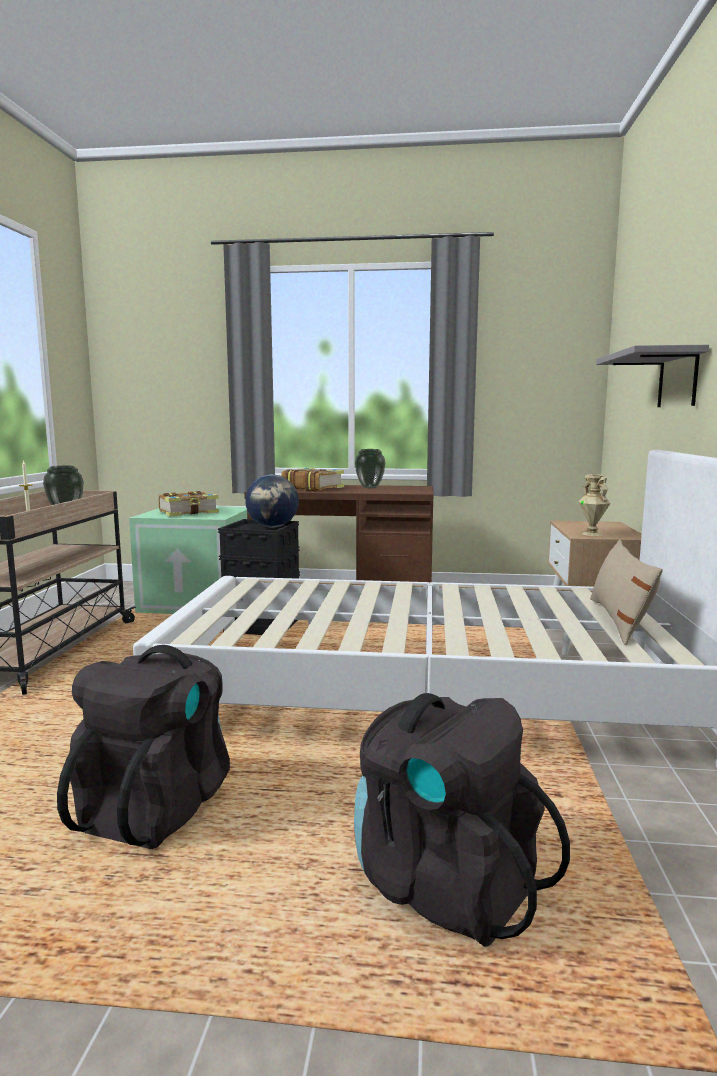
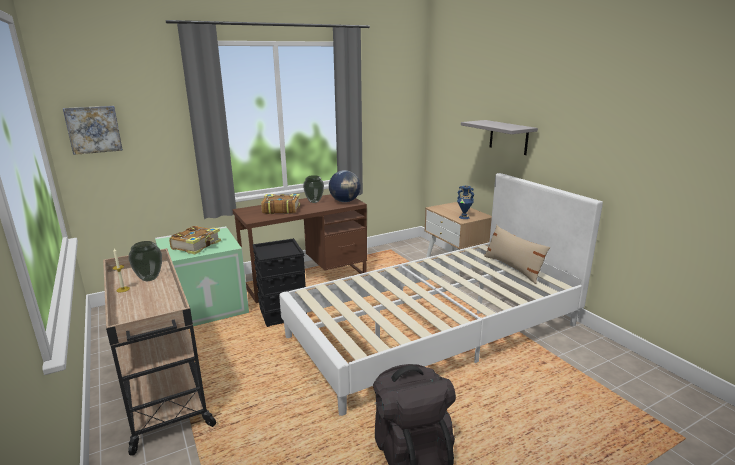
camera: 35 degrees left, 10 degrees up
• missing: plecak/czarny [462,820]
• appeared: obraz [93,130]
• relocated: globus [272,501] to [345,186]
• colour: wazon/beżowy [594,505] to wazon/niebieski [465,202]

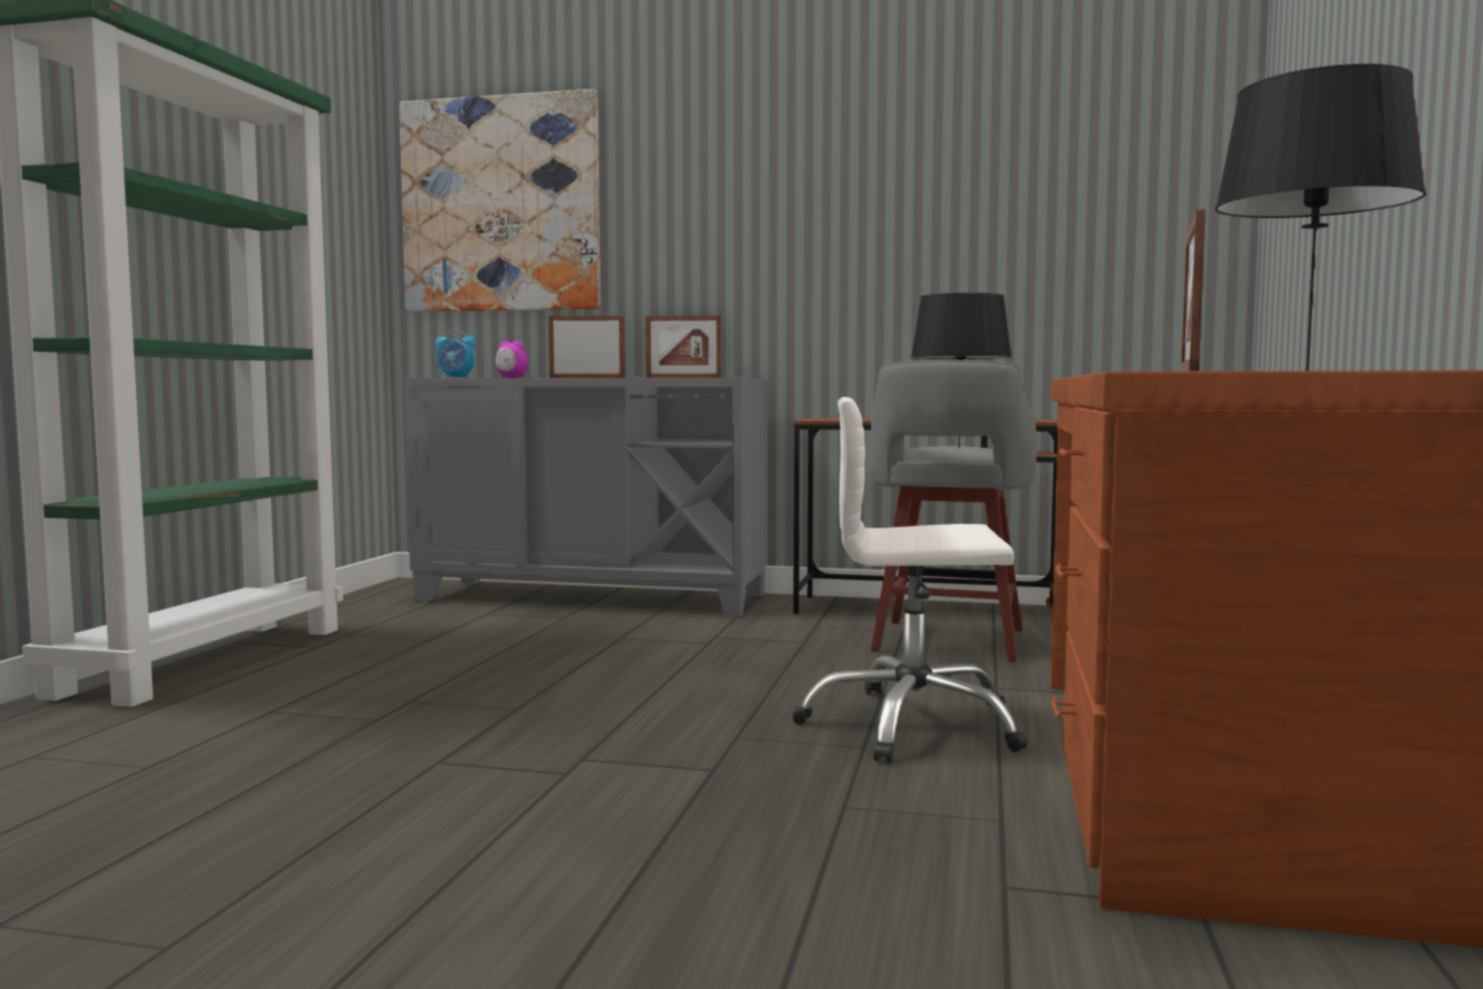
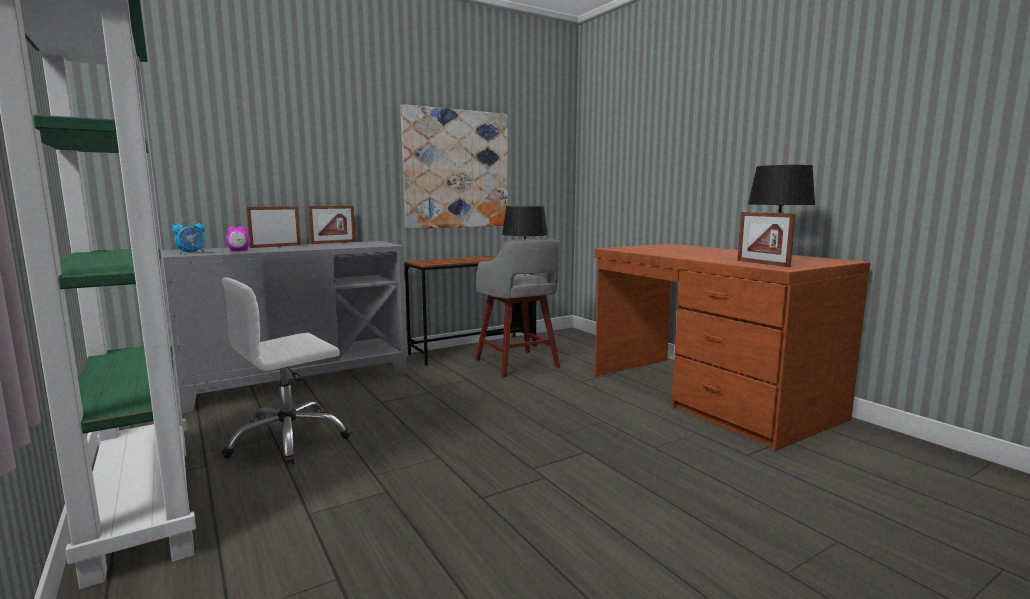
camera: 45 degrees left, 5 degrees up
• relocated: obraz [500,200] to [454,166]
• relocated: krzesło biurowe/biały [910,580] to [286,372]

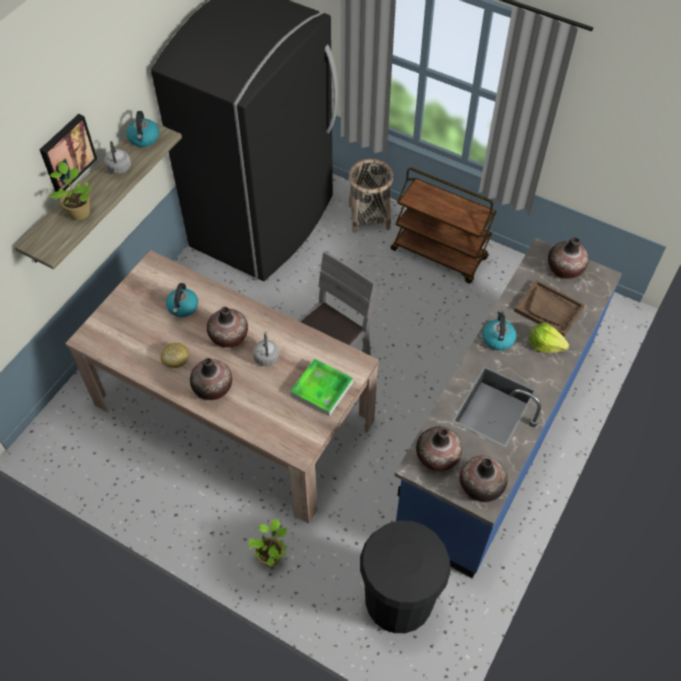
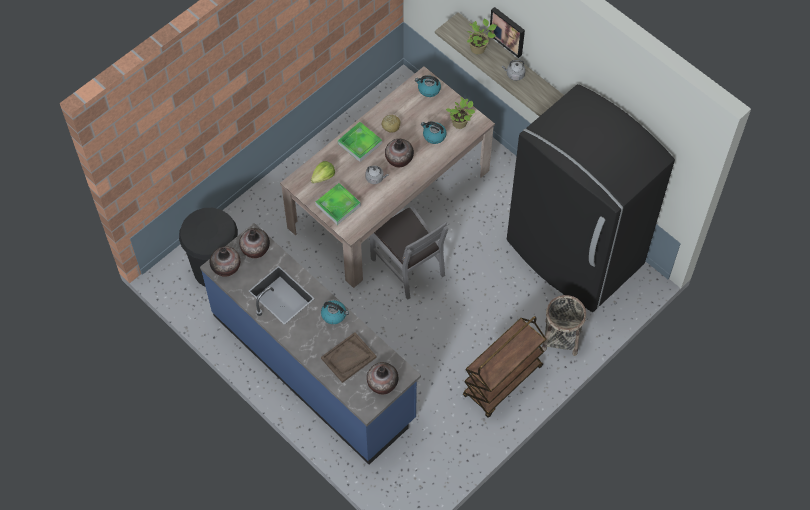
camera: 105 degrees right, 5 degrees up
• relocated: czajnik [142,129] to [428,86]
• relocated: roślina doniczkowa [267,542] to [460,113]
• relocated: sałata [549,338] to [323,172]
• exchanged: wazon [211,379] to taca [360,142]

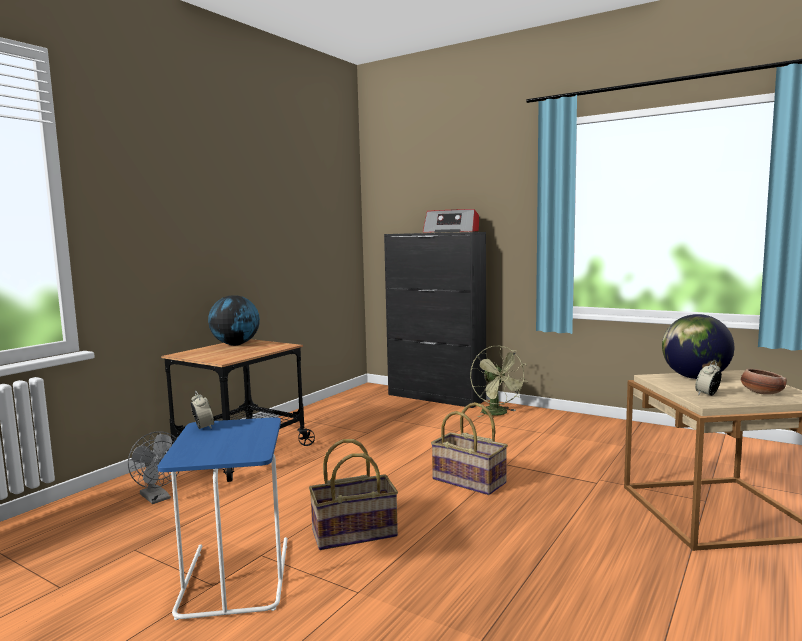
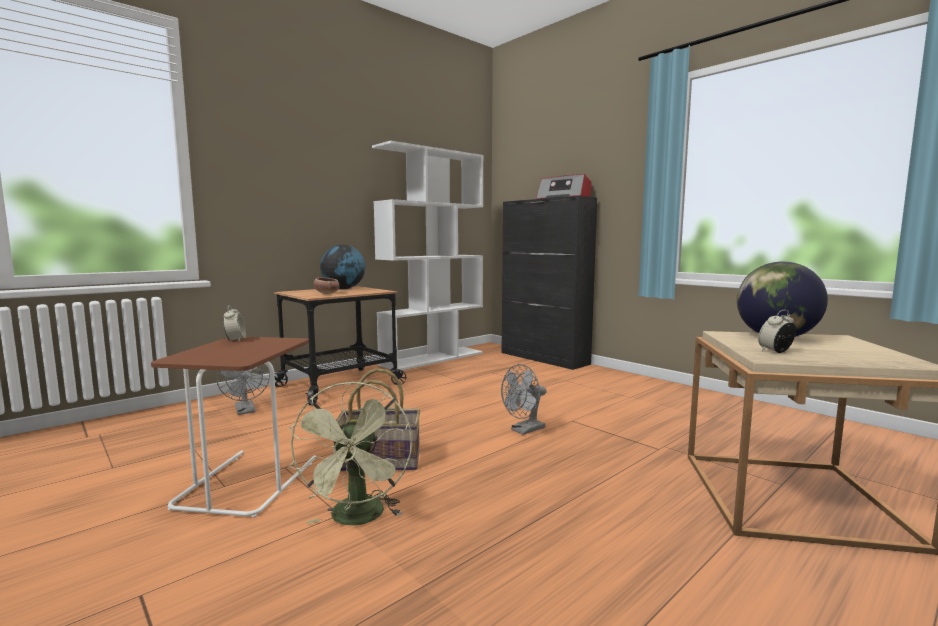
camera: 15 degrees right, 0 degrees up
• appeared: regał/biały [428,255]
• relocated: wentylator/zielony [498,381] to [349,453]
• relocated: miska [764,382] to [326,285]
• exchanged: koszyk [469,448] to wentylator/szary [524,399]
• colour: stolik/niebieski [223,518] to stolik/brązowy [233,427]

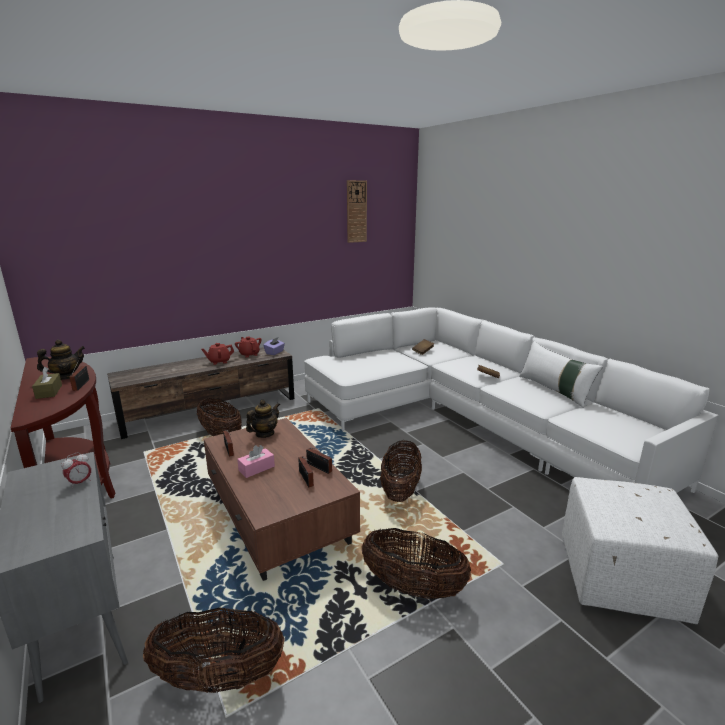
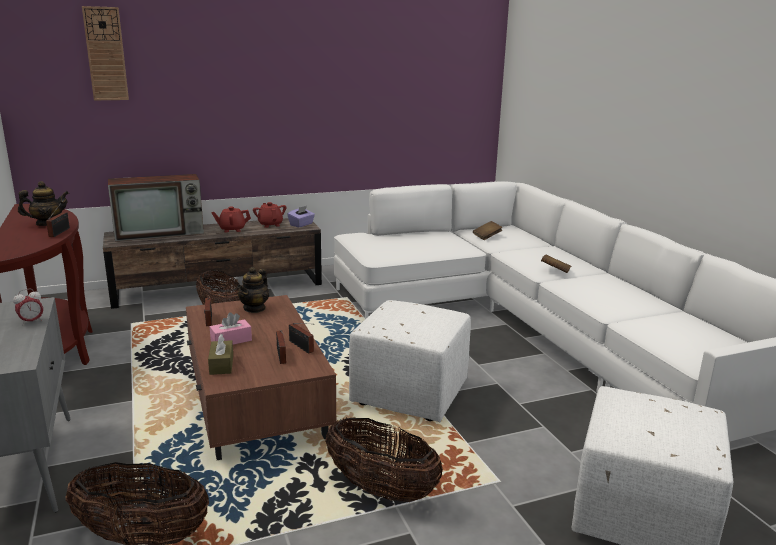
camera: 10 degrees right, 0 degrees up
• missing: poduszka/biały [561,374]
• appeared: telewizor [156,207]
• relocated: pudełko chusteczek/brązowy [47,383] to [220,354]
• relocated: zegar ścienny [357,211] to [105,53]
• exchanged: koszyk [401,471] to pufa/biały [410,361]
• spun: imbryk [263,419] = [253,290] 150 degrees clockwise

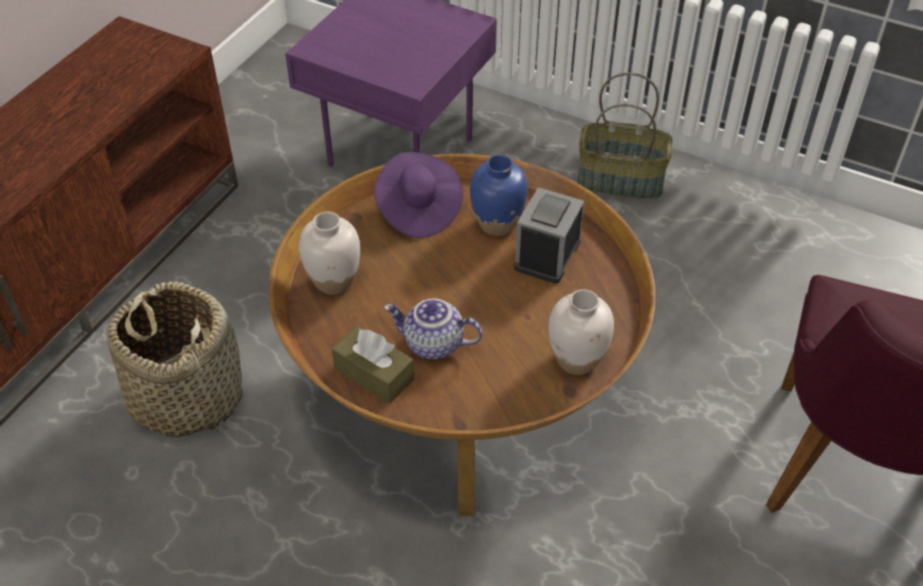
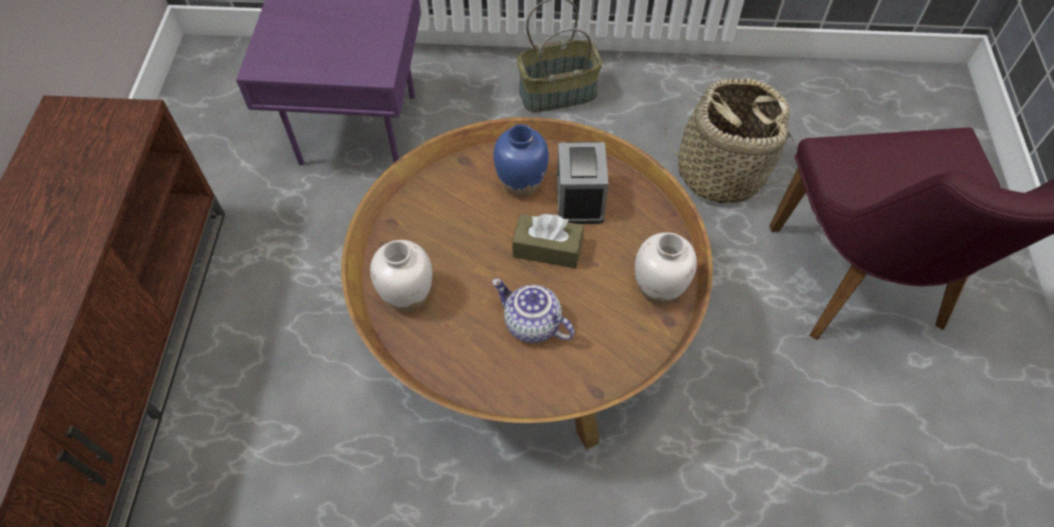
camera: 25 degrees left, 10 degrees up
• missing: kapelusz/fioletowy [418,195]
• relocated: koszyk [175,359] to [729,141]
• relocated: pudełko chusteczek/brązowy [373,365] to [548,241]
• spun: imbryk [433,329] = [533,311] 45 degrees clockwise

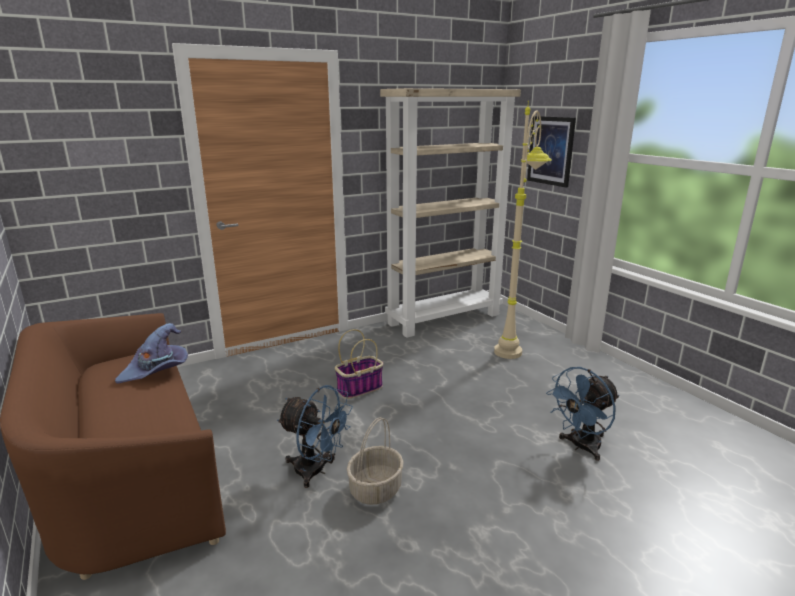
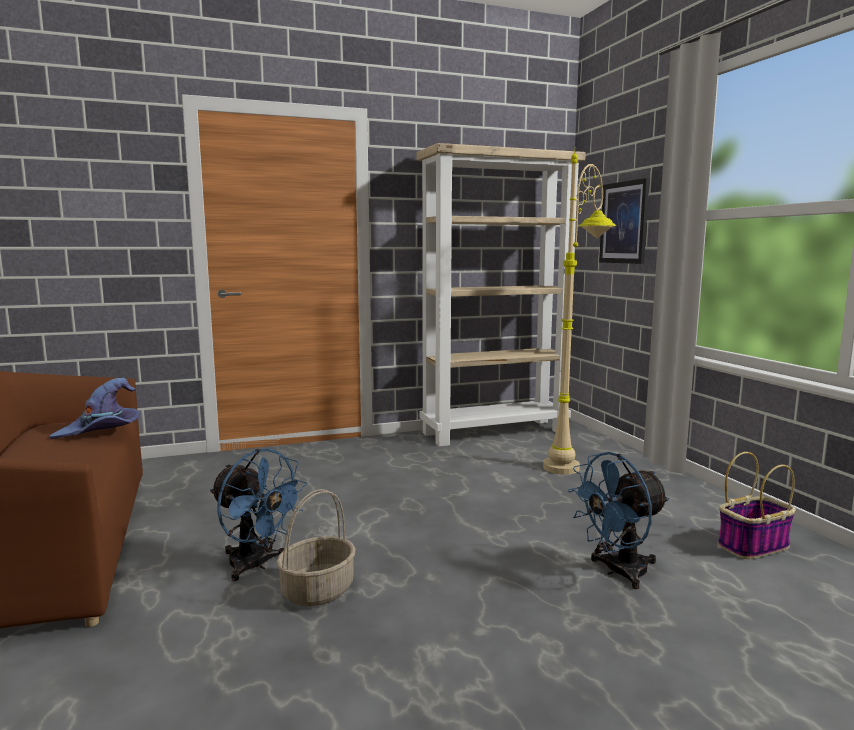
camera: 10 degrees right, 10 degrees down
• relocated: koszyk [359,364] to [757,505]

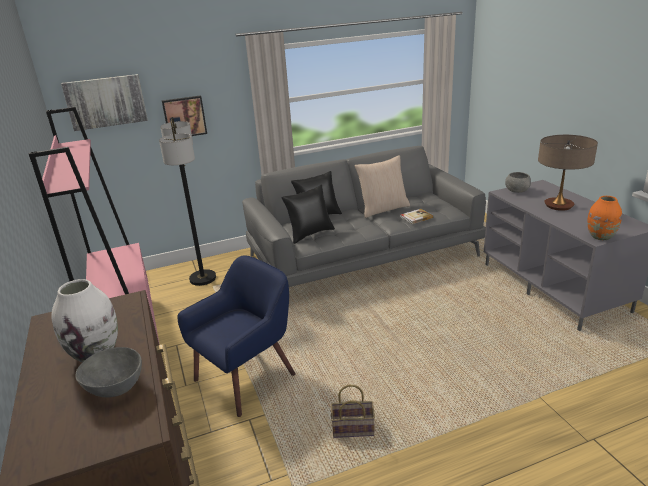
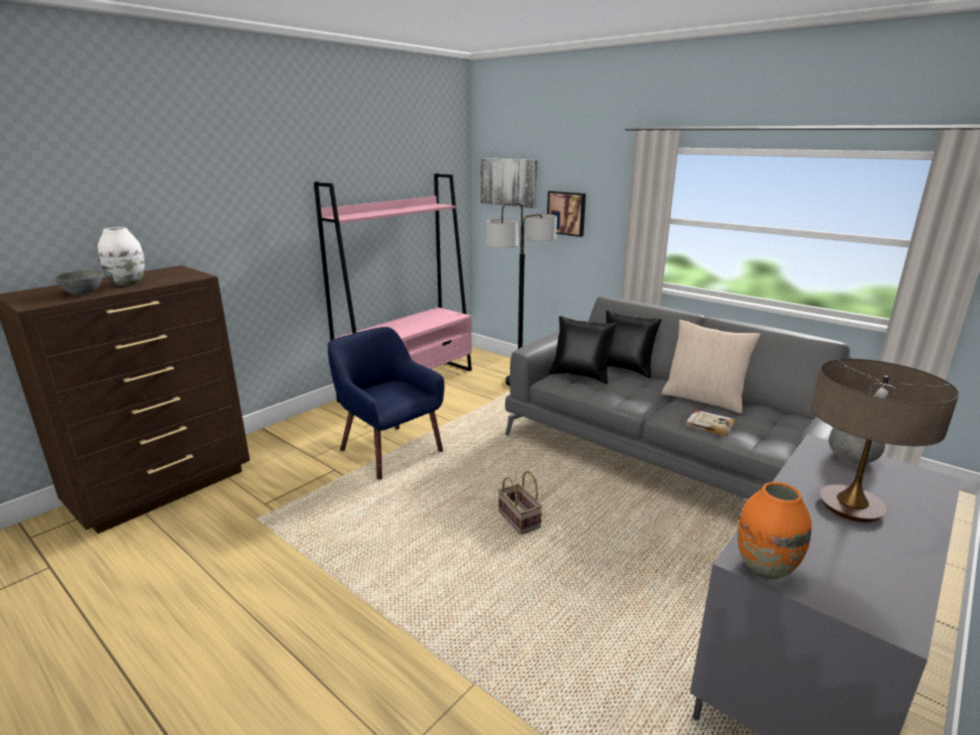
camera: 60 degrees right, 5 degrees down
• relocated: koszyk [353,411] to [520,502]
• spun: fotel/niebieski [236,336] = [385,403] 150 degrees counterclockwise

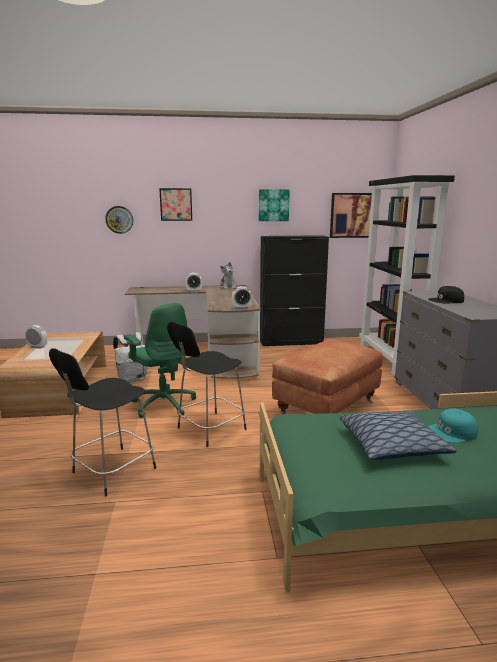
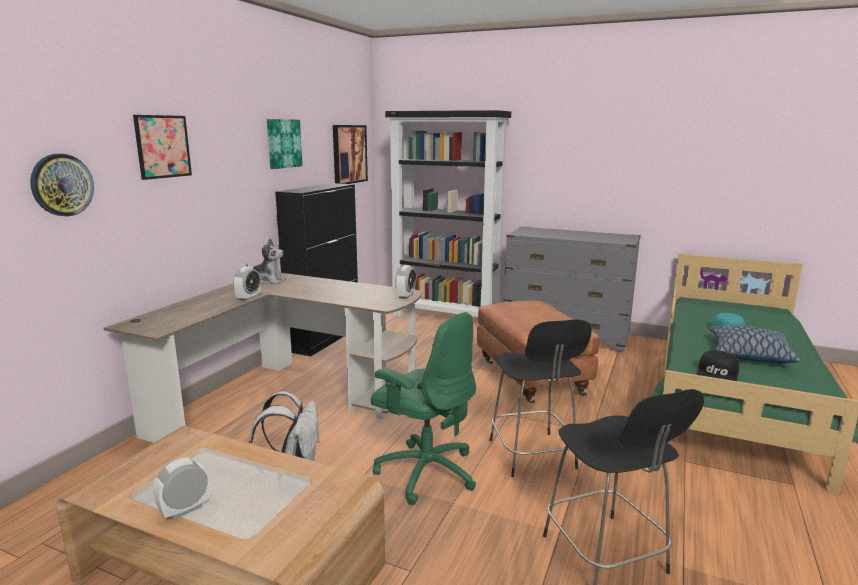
camera: 60 degrees left, 0 degrees up
• relocated: czapka z daszkiem/czarny [446,294] to [718,365]
• spun: krzesło biurowe/zielony [160,360] = [423,408] 45 degrees clockwise

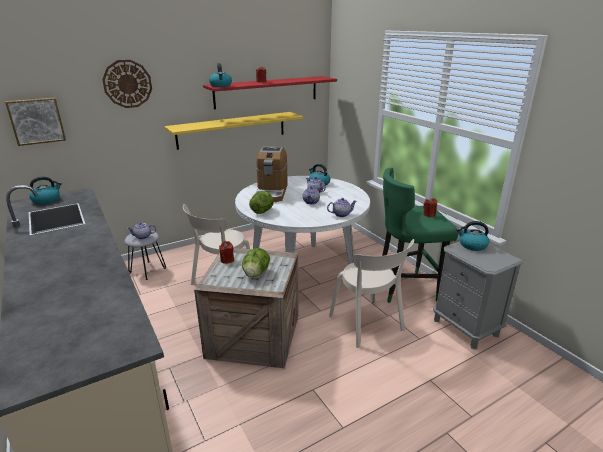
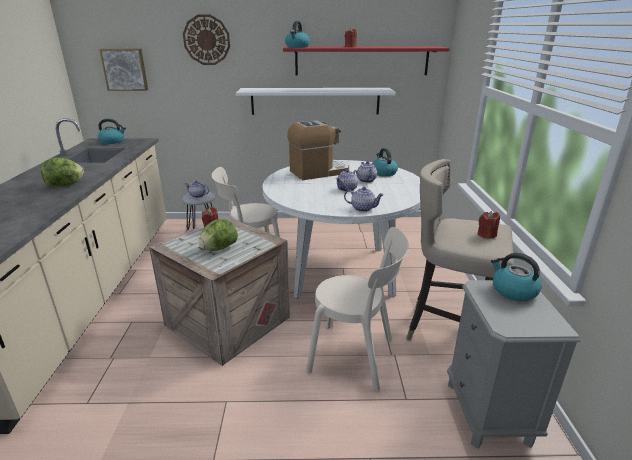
camera: 30 degrees right, 0 degrees up
• relocated: sałata [261,202] to [62,172]
• colour: półka/żółty [233,131] to półka/biały [316,101]
• colour: stołek/zielony [420,235] to stołek/beżowy [460,249]
• spun: ekspres do kawy [271,174] = [318,150] 150 degrees counterclockwise
• spun: krzesło/beżowy [371,293] = [357,309] 75 degrees counterclockwise

